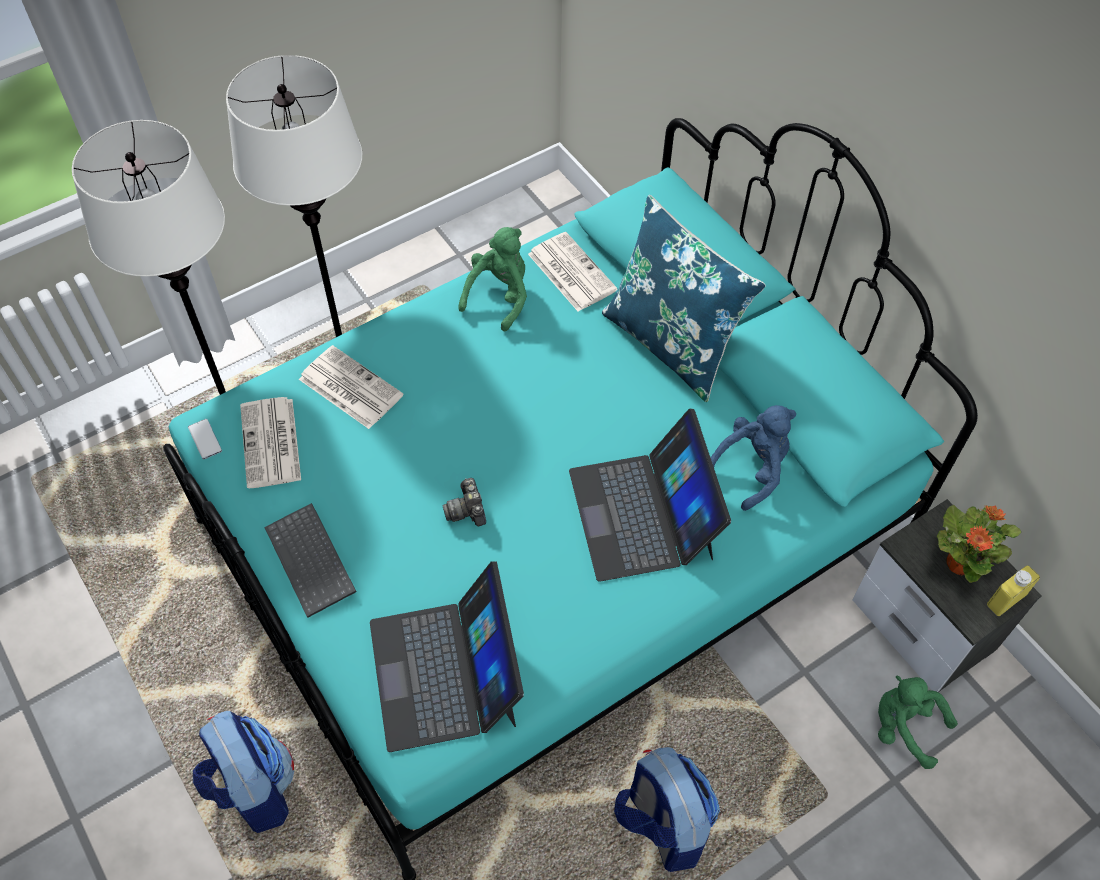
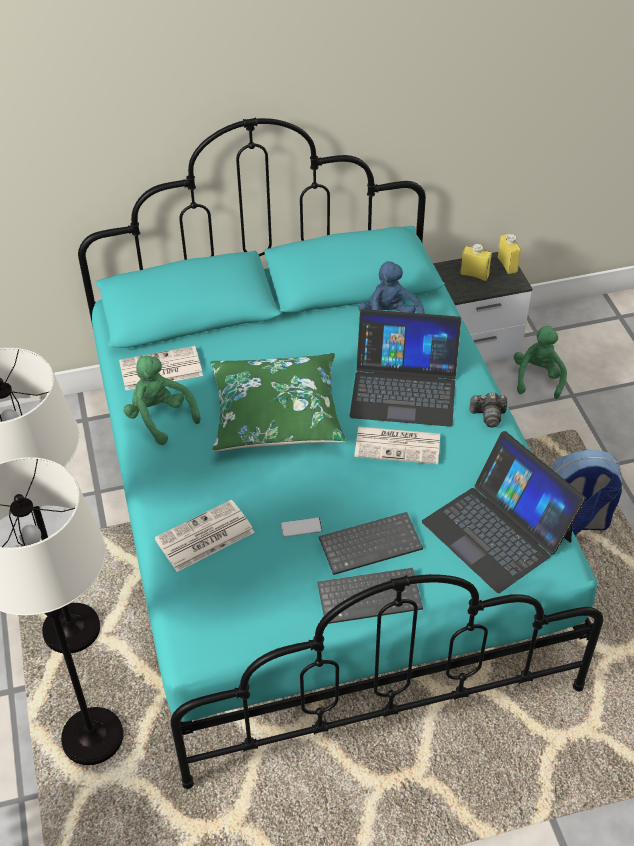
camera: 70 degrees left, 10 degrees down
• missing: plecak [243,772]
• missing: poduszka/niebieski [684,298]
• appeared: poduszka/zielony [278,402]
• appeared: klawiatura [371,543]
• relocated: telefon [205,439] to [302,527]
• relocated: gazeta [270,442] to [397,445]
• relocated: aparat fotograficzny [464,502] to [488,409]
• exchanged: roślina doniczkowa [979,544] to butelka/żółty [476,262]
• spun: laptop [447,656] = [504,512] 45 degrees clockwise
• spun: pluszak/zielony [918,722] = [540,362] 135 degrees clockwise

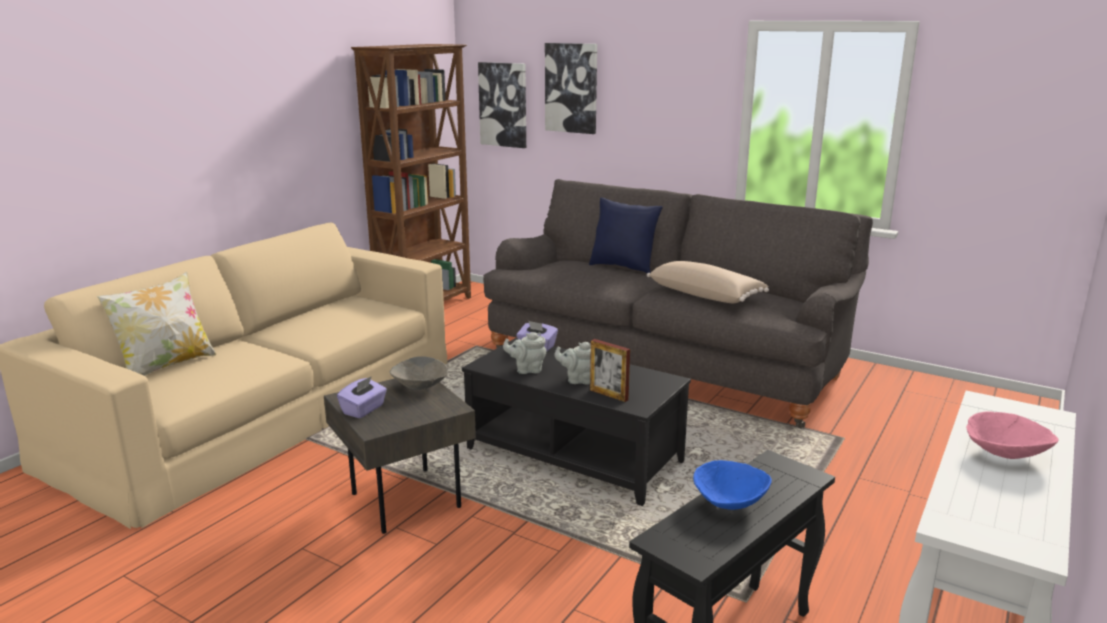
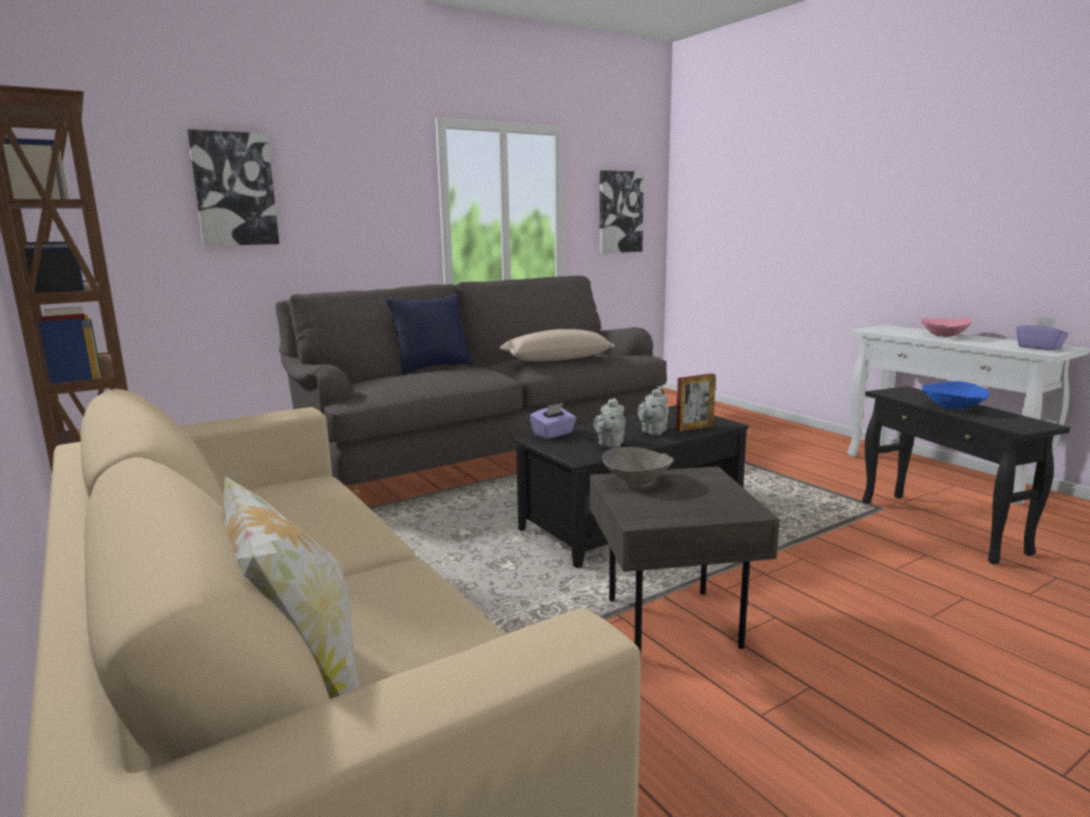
camera: 65 degrees left, 5 degrees down
• relocated: pudełko chusteczek/fioletowy [362,397] to [1042,334]
• relocated: obraz [502,105] to [621,211]

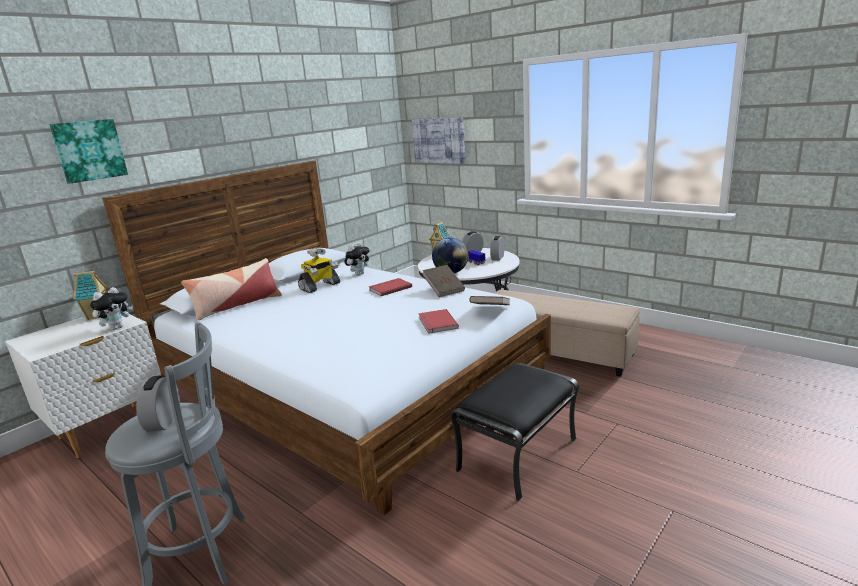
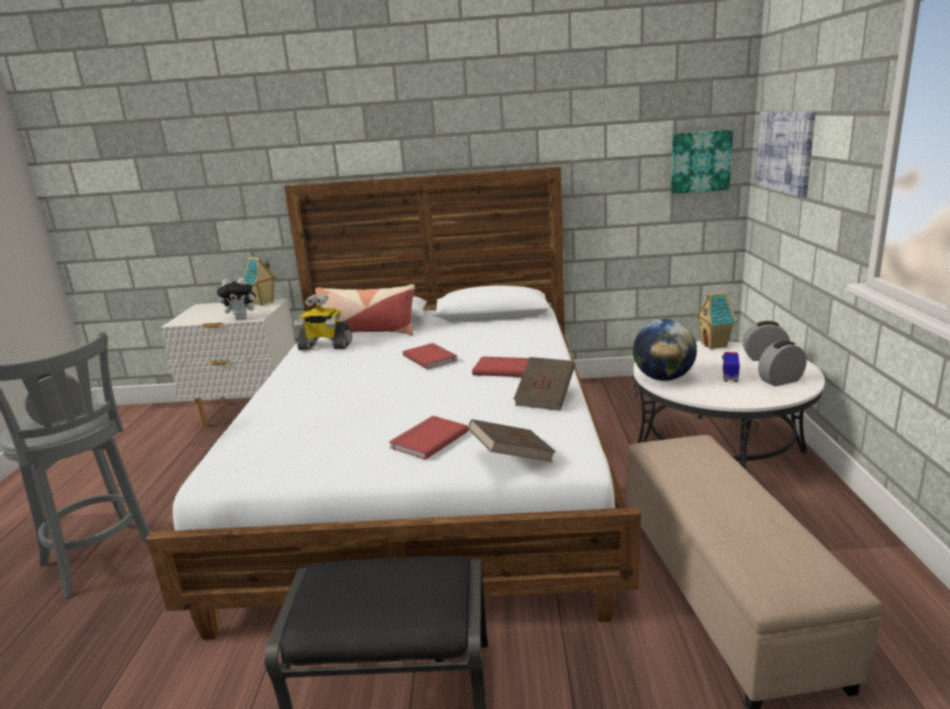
camera: 50 degrees right, 0 degrees up
• missing: pluszak [357,258]
• appeared: książka/czerwony [430,356]
• relocated: obraz [88,151] to [702,162]
• relocated: robot zabawkowy [319,270] to [323,321]

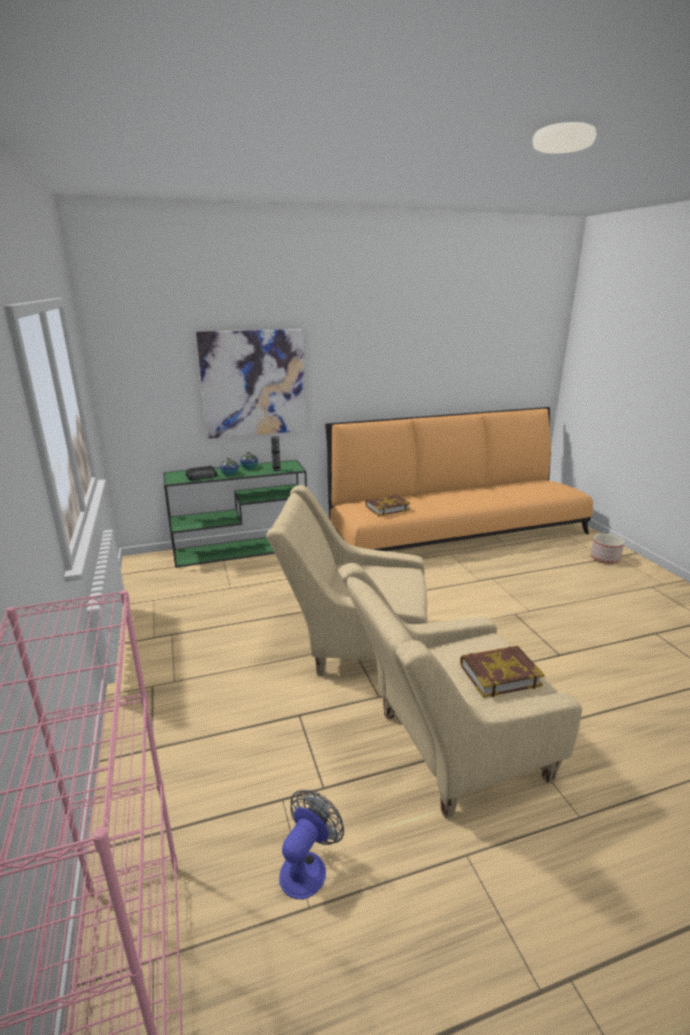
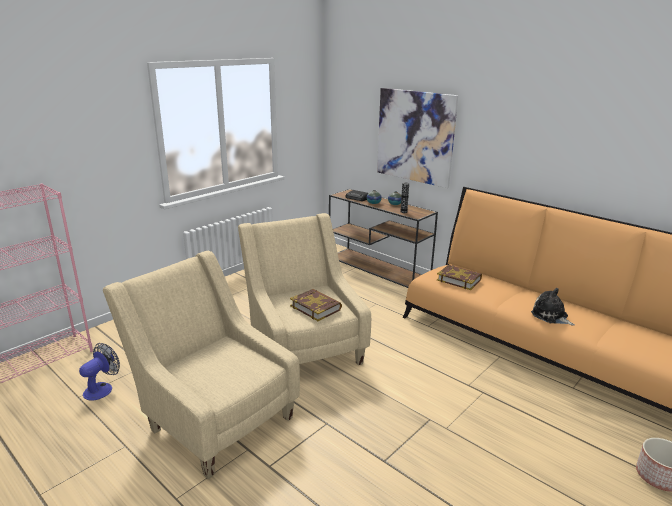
camera: 60 degrees right, 0 degrees up
• appeared: pluszak [553,307]
• relocated: książka [502,672] to [316,305]
• colour: stolik konsolowy/zielony [235,514] to stolik konsolowy/brązowy [383,238]
• spun: wentylator [311,844] = [99,372] 60 degrees counterclockwise

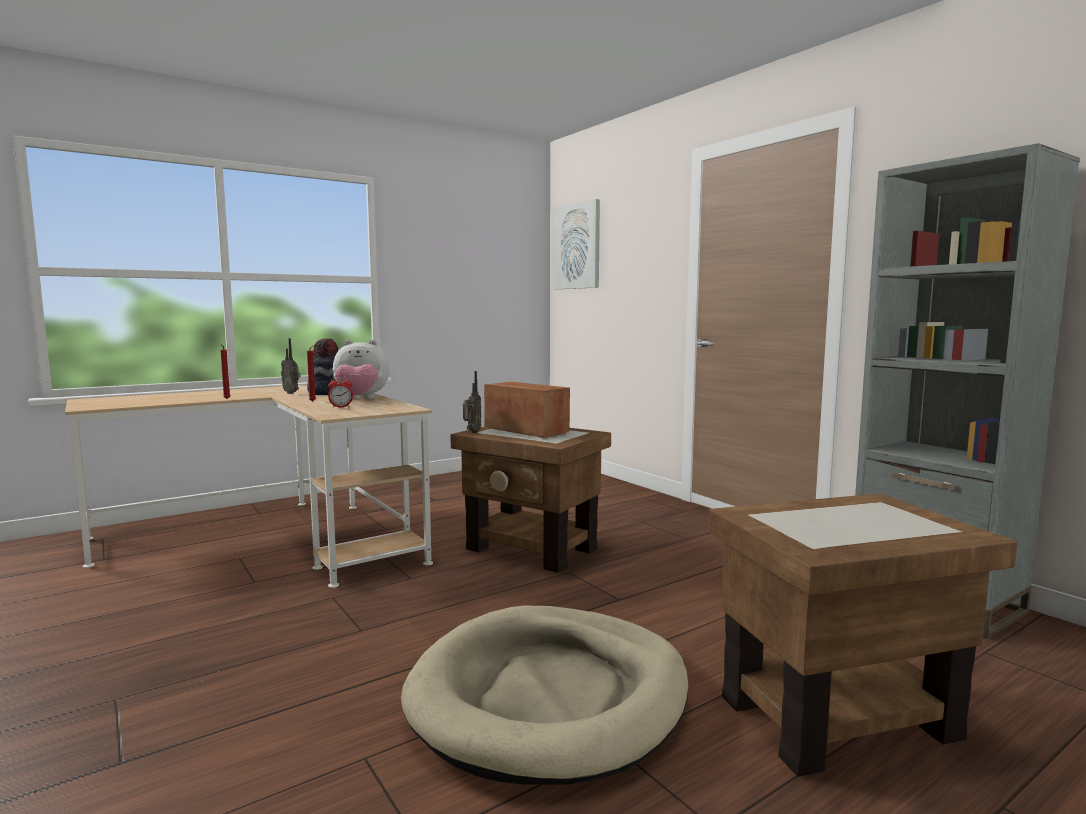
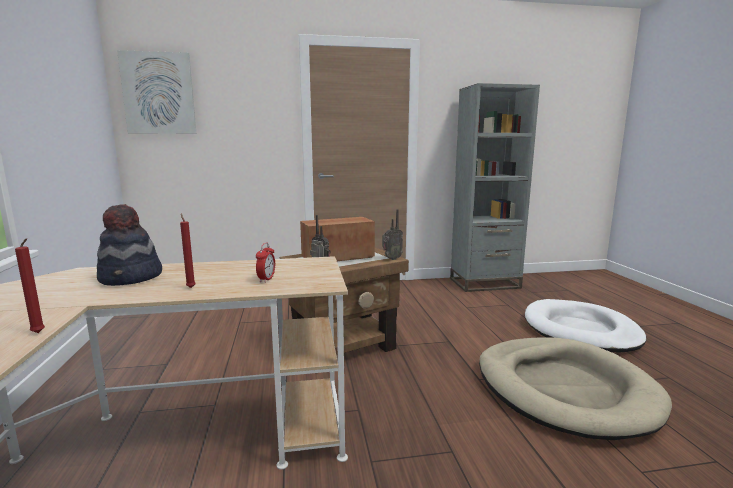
camera: 65 degrees left, 5 degrees up
• missing: pluszak [361,369]
• relocated: radio [291,366] to [392,234]
• exchanged: stolik/brązowy [862,635] to legowisko/biały [586,325]

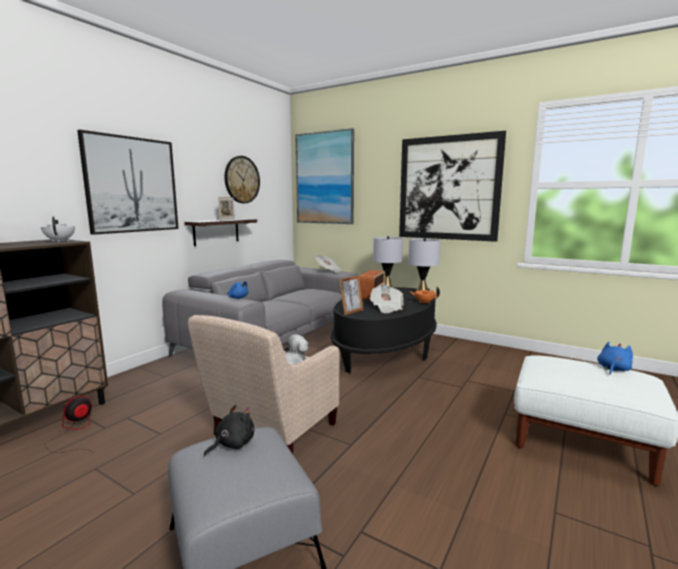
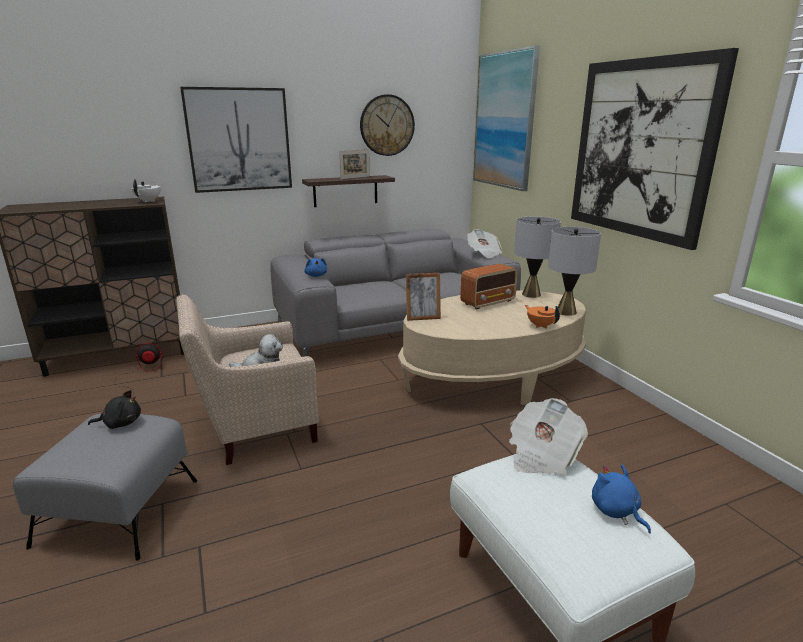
camera: 35 degrees right, 10 degrees up
• relocated: gazeta [386,299] to [548,436]
• colour: ława/czarny [384,330] to ława/beżowy [492,348]
• spun: pluszak/niebieski [615,358] = [621,498] 105 degrees counterclockwise

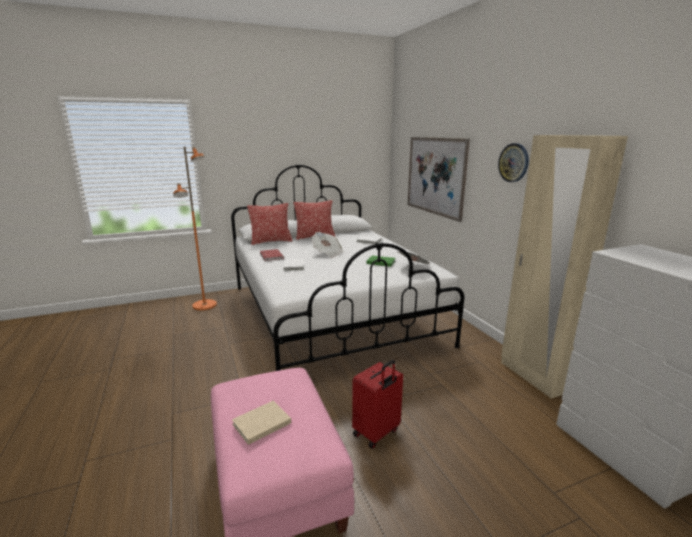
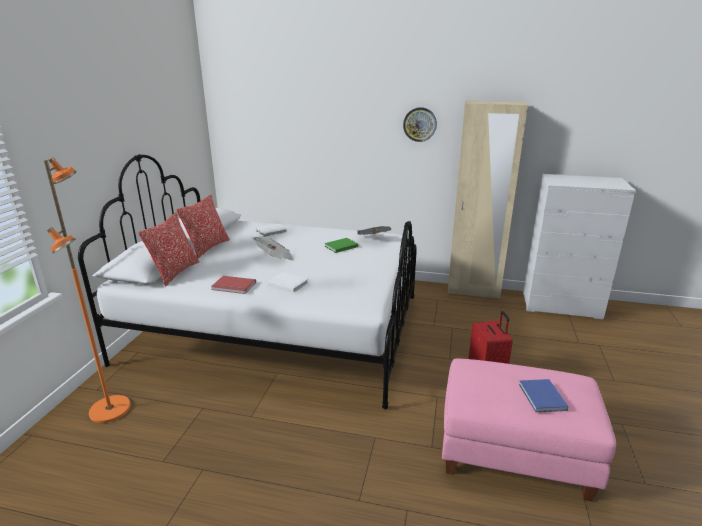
camera: 55 degrees left, 5 degrees up
• missing: obraz [438,179]
• colour: książka/beżowy [261,422] to książka/niebieski [543,395]

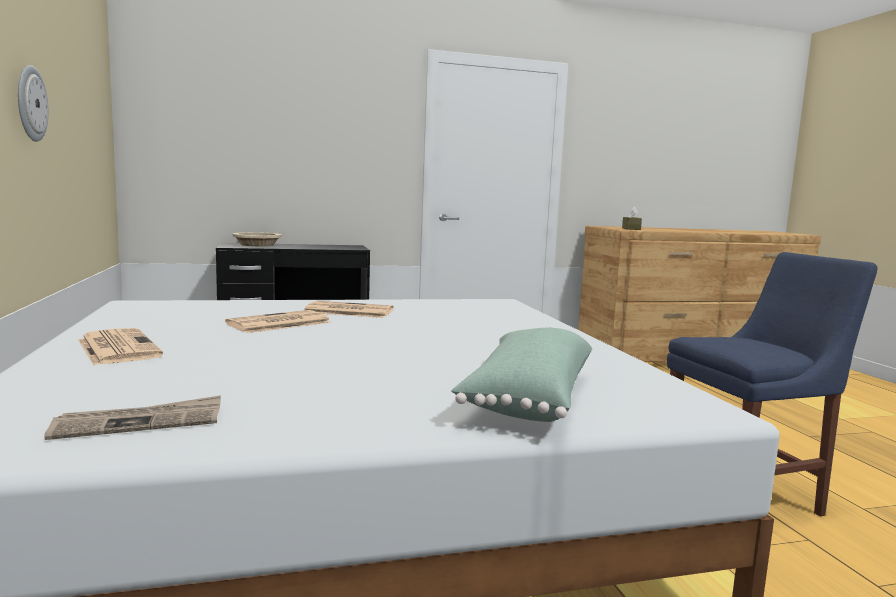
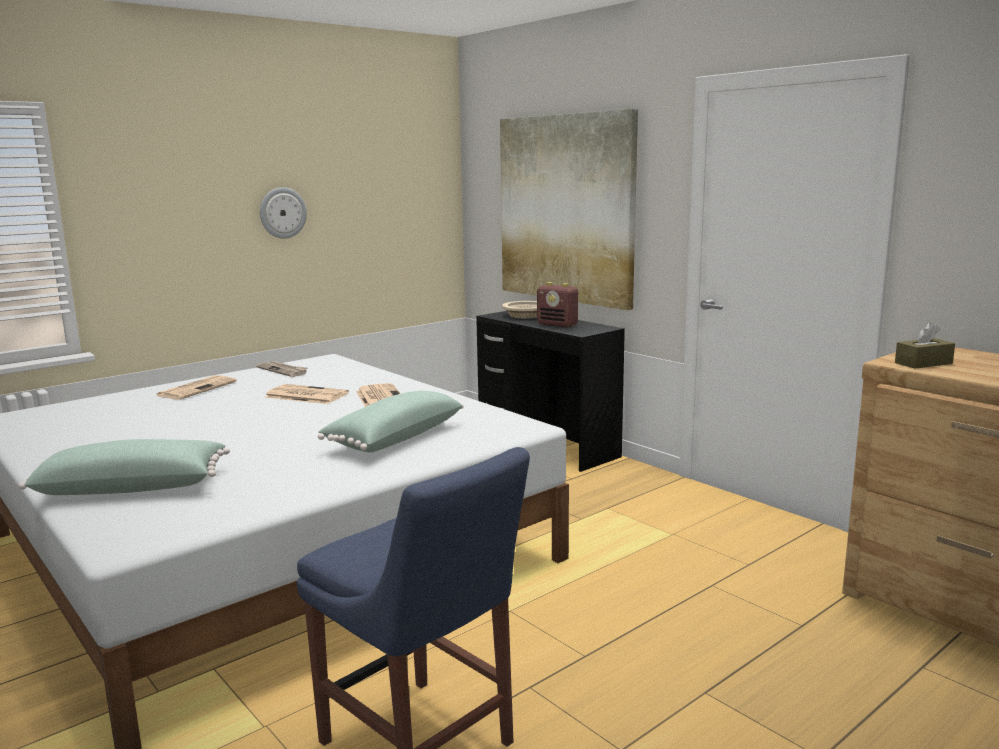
camera: 65 degrees right, 5 degrees up
• appeared: poduszka/zielony [390,422]
• appeared: obraz [569,209]
• appeared: radio [557,304]
• relocated: gazeta [132,417] to [282,369]

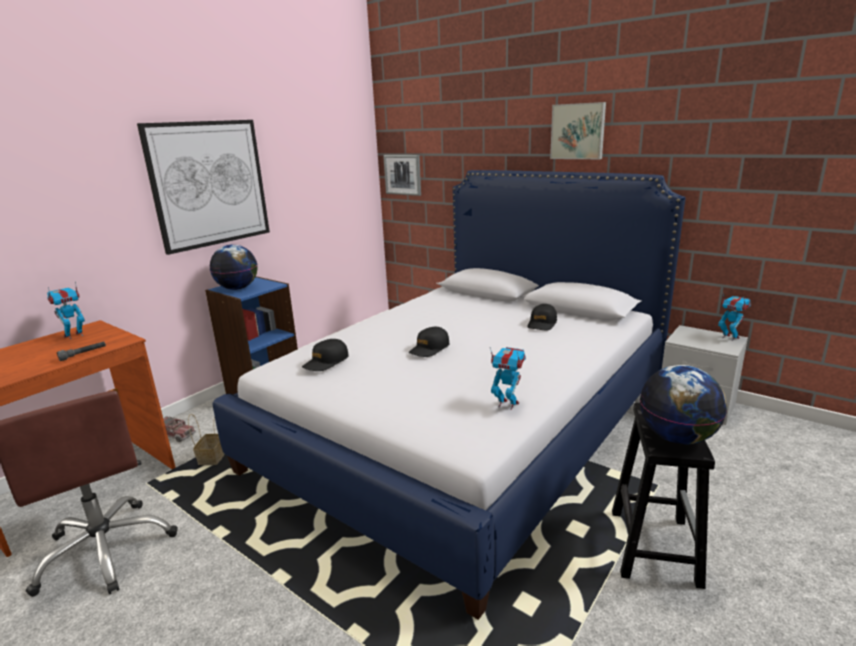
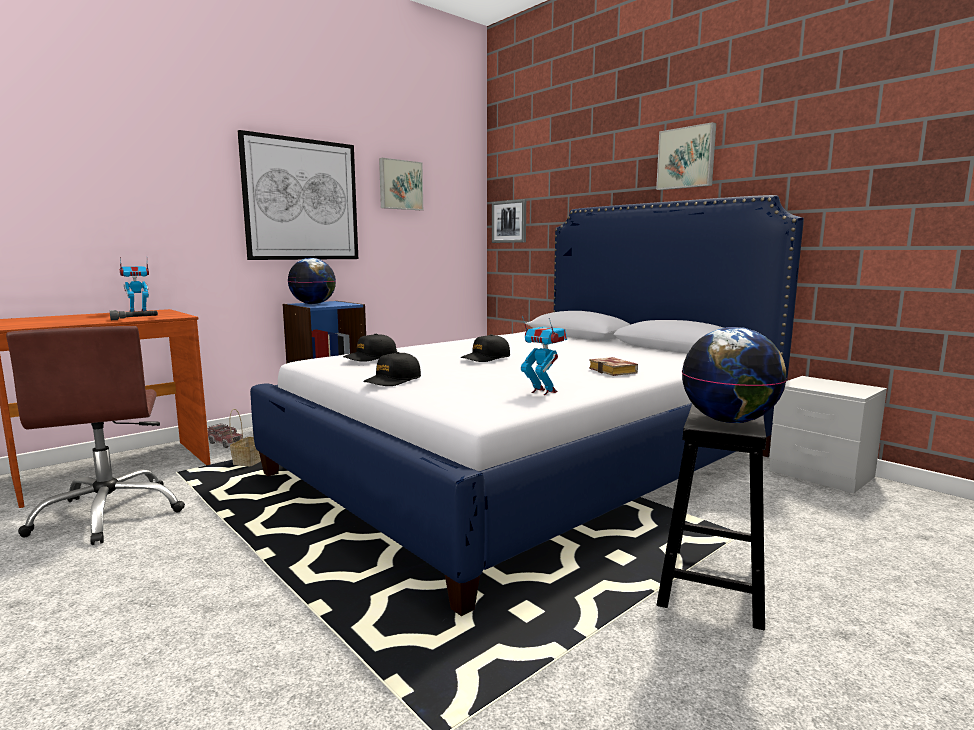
camera: 10 degrees right, 10 degrees down
• missing: robot zabawkowy [734,318]
• appeared: obraz [401,184]
• appeared: książka [613,366]
• relocated: czapka z daszkiem/czarny [542,317] to [392,369]

